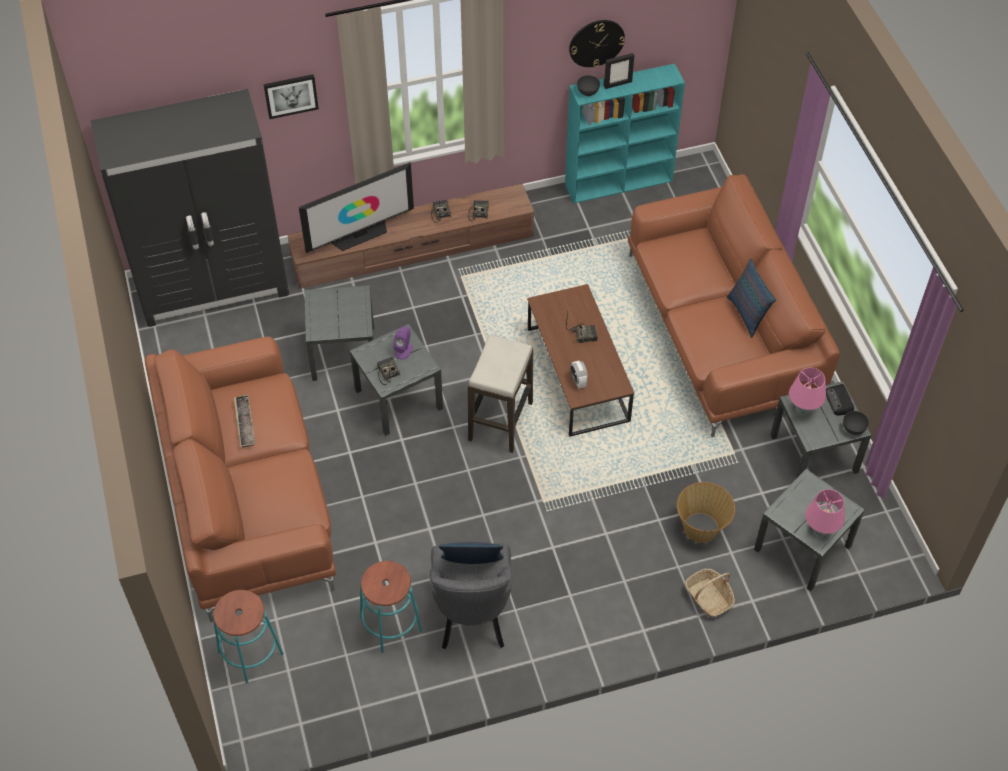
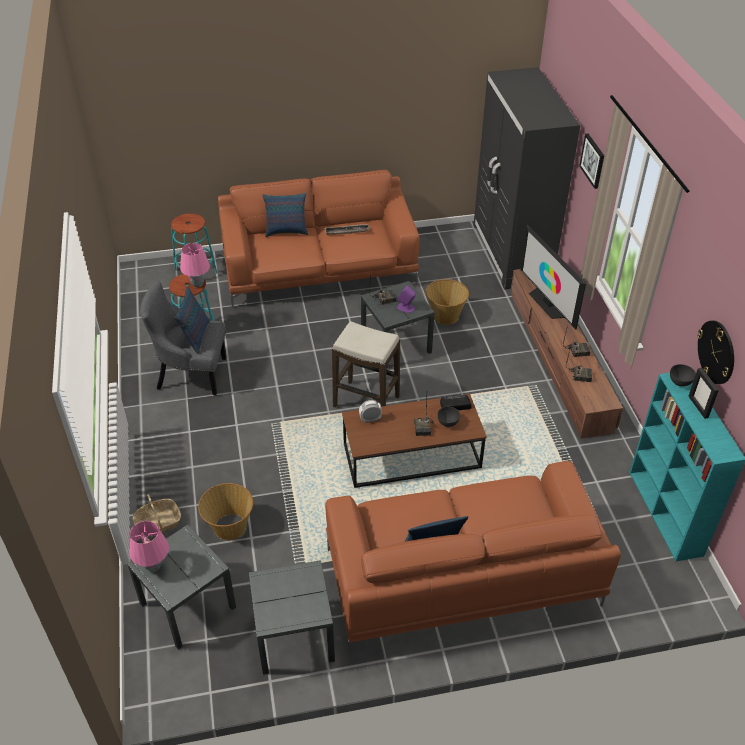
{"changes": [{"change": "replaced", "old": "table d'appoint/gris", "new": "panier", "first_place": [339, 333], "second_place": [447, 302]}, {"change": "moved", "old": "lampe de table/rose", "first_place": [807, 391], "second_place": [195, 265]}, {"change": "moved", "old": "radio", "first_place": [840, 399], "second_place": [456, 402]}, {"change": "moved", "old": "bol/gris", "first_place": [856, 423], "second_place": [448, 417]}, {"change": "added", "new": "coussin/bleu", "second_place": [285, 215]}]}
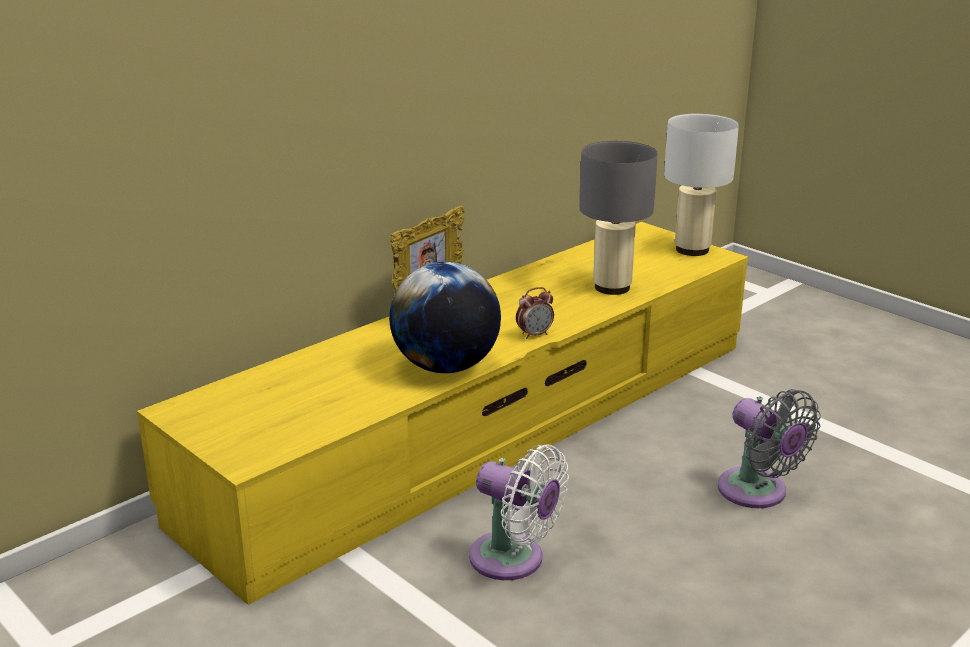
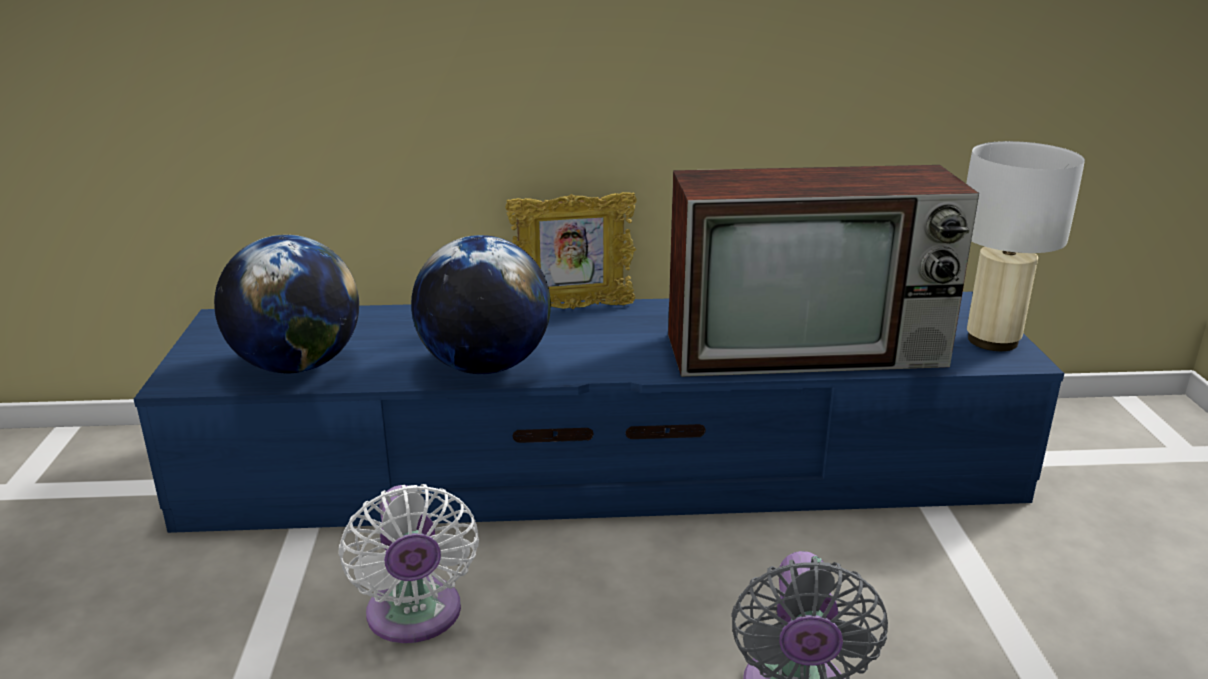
{"changes": [{"change": "replaced", "old": "lampe de table/gris", "new": "téléviseur", "first_place": [618, 218], "second_place": [823, 271]}, {"change": "recoloured", "old": "meuble télé/jaune", "new": "meuble télé/bleu", "first_place": [442, 413], "second_place": [599, 412]}, {"change": "removed", "old": "réveil", "first_place": [535, 313]}, {"change": "added", "new": "globe", "second_place": [286, 304]}]}
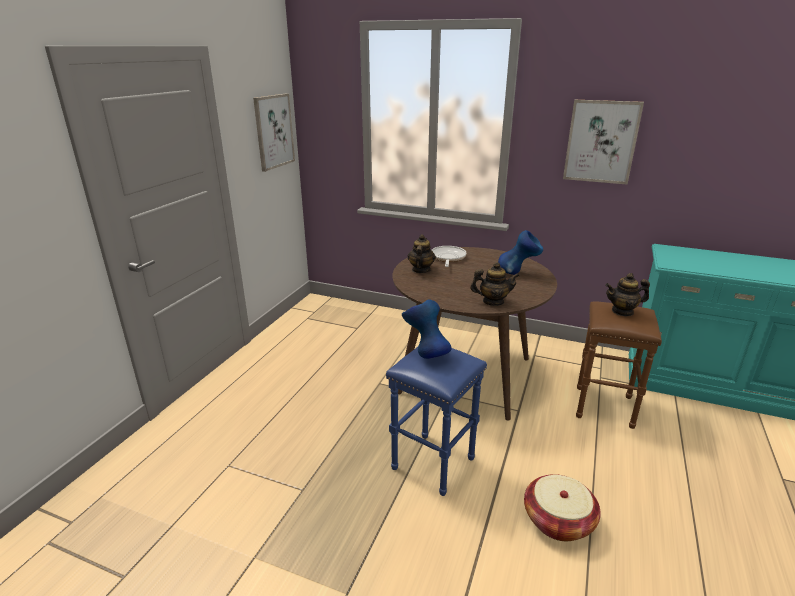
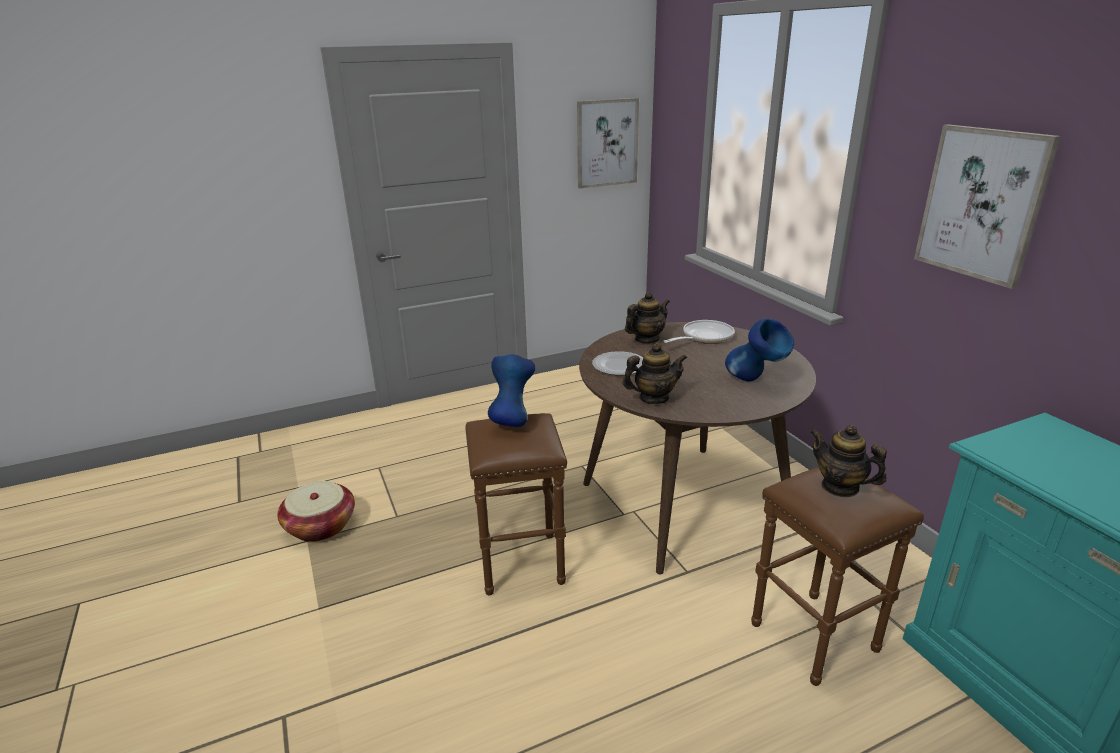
{"changes": [{"change": "turned", "old": "théière", "first_place": [495, 284], "second_place": [655, 373], "degrees": -60}, {"change": "recoloured", "old": "tabouret/bleu", "new": "tabouret/marron", "first_place": [436, 421], "second_place": [516, 504]}, {"change": "moved", "old": "panier", "first_place": [562, 507], "second_place": [316, 511]}, {"change": "added", "new": "assiette", "second_place": [617, 363]}]}
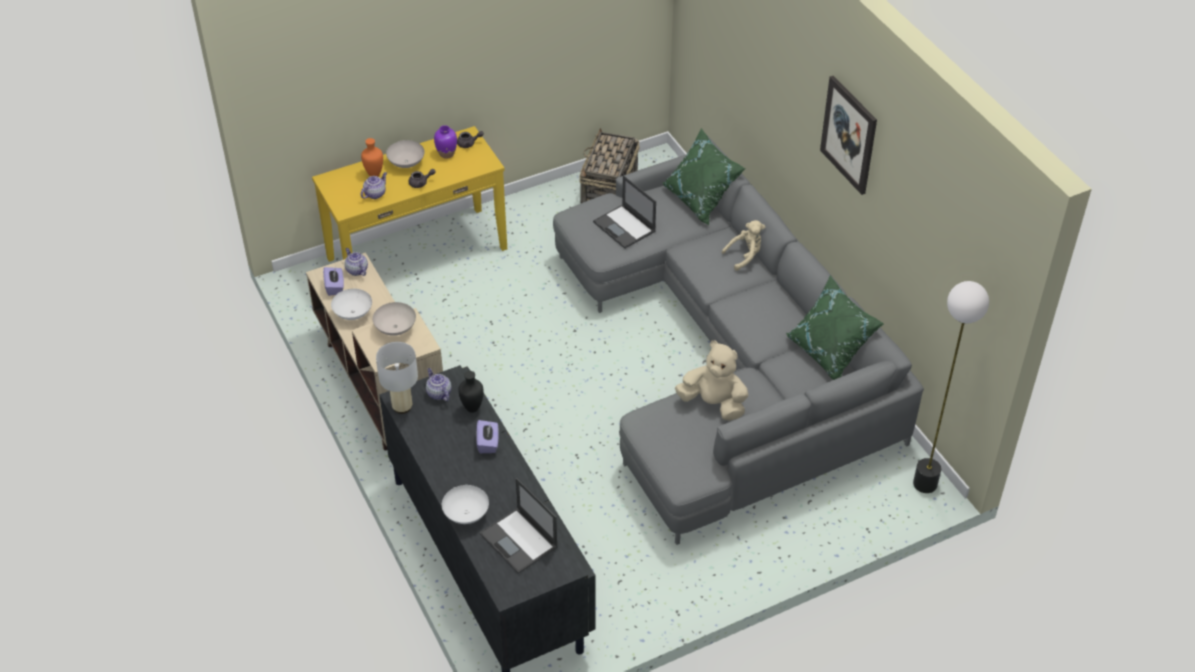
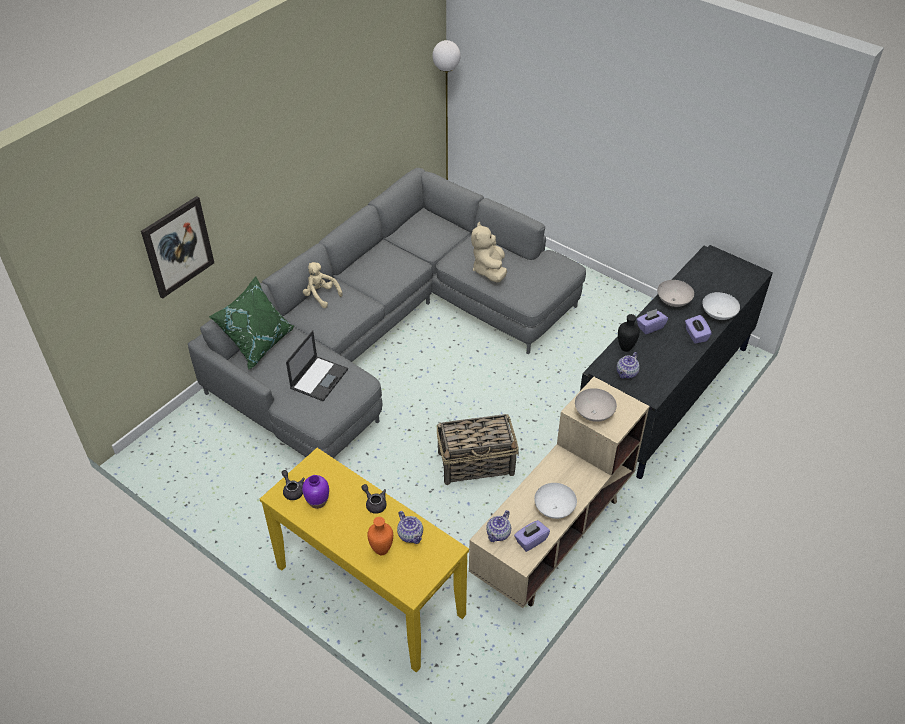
{"changes": [{"change": "moved", "old": "tableau", "first_place": [848, 135], "second_place": [177, 247]}, {"change": "moved", "old": "panier", "first_place": [609, 165], "second_place": [478, 449]}, {"change": "moved", "old": "bol/blanc", "first_place": [405, 154], "second_place": [675, 293]}, {"change": "turned", "old": "théière", "first_place": [374, 185], "second_place": [410, 527], "degrees": -135}, {"change": "removed", "old": "coussin/vert", "first_place": [835, 327]}, {"change": "removed", "old": "lampe de table/blanc", "first_place": [397, 378]}, {"change": "removed", "old": "ordinateur portable", "first_place": [519, 526]}, {"change": "added", "new": "boîte à mouchoirs/violet", "second_place": [698, 329]}]}
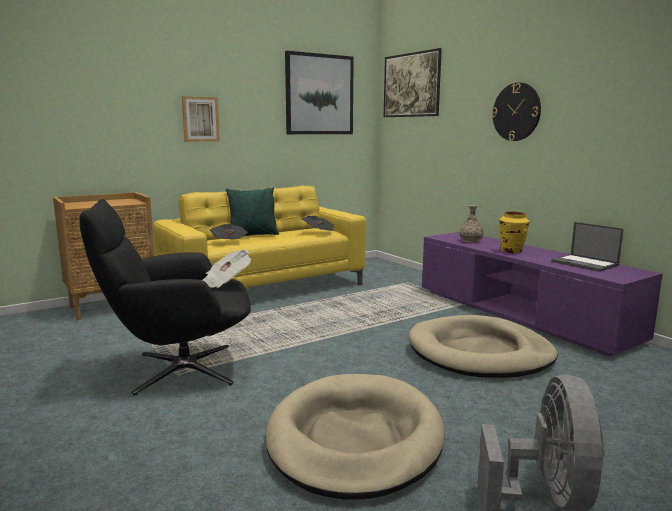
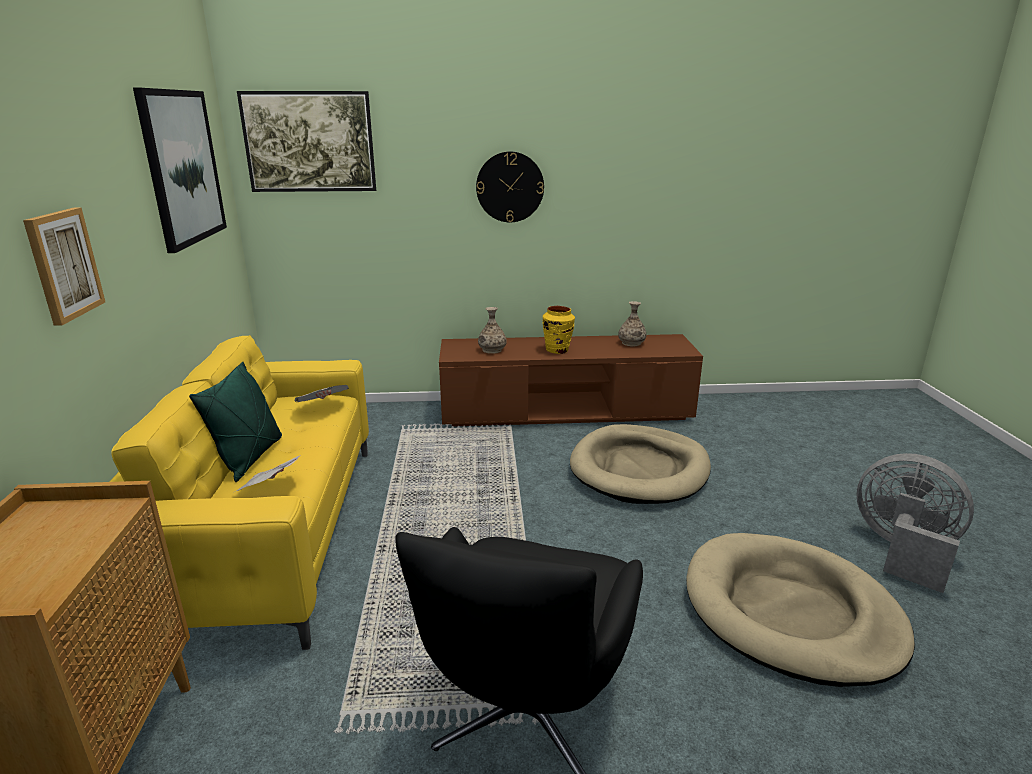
{"changes": [{"change": "replaced", "old": "ordinateur portable", "new": "vase", "first_place": [587, 247], "second_place": [632, 323]}, {"change": "recoloured", "old": "meuble télé/violet", "new": "meuble télé/marron", "first_place": [542, 294], "second_place": [571, 380]}, {"change": "removed", "old": "journal", "first_place": [227, 269]}]}
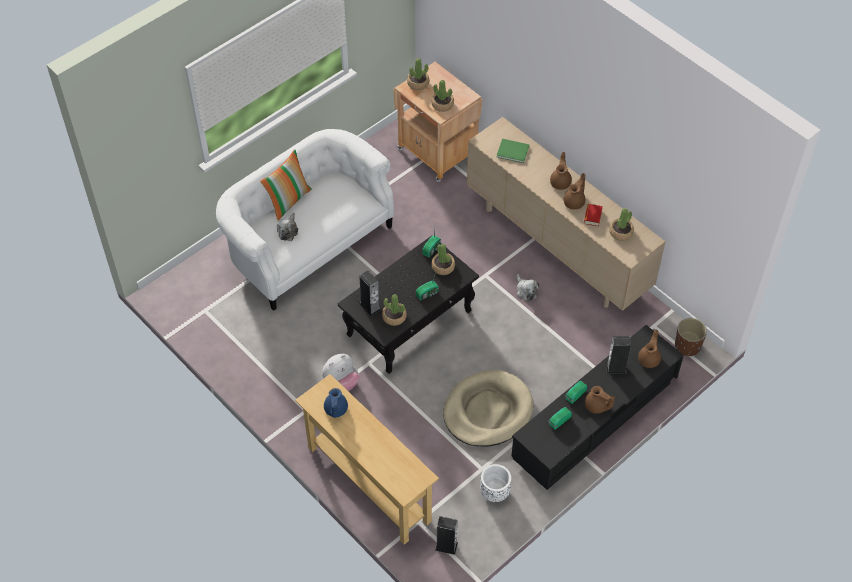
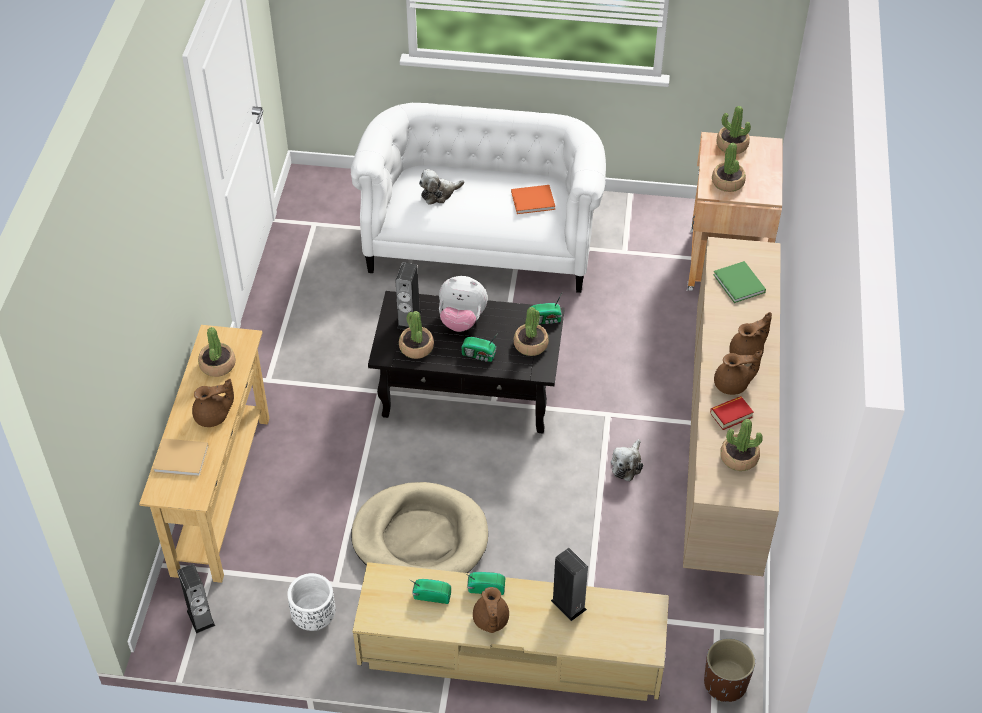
{"changes": [{"change": "removed", "old": "coussin", "first_place": [286, 185]}, {"change": "recoloured", "old": "meuble télé/noir", "new": "meuble télé/beige", "first_place": [597, 407], "second_place": [510, 631]}, {"change": "moved", "old": "théière/marron", "first_place": [649, 348], "second_place": [213, 403]}, {"change": "moved", "old": "peluche", "first_place": [341, 372], "second_place": [463, 304]}, {"change": "replaced", "old": "théière/bleu", "new": "plante en pot", "first_place": [336, 403], "second_place": [217, 352]}, {"change": "added", "new": "livre/orange", "second_place": [533, 199]}, {"change": "added", "new": "livre/beige", "second_place": [181, 457]}]}
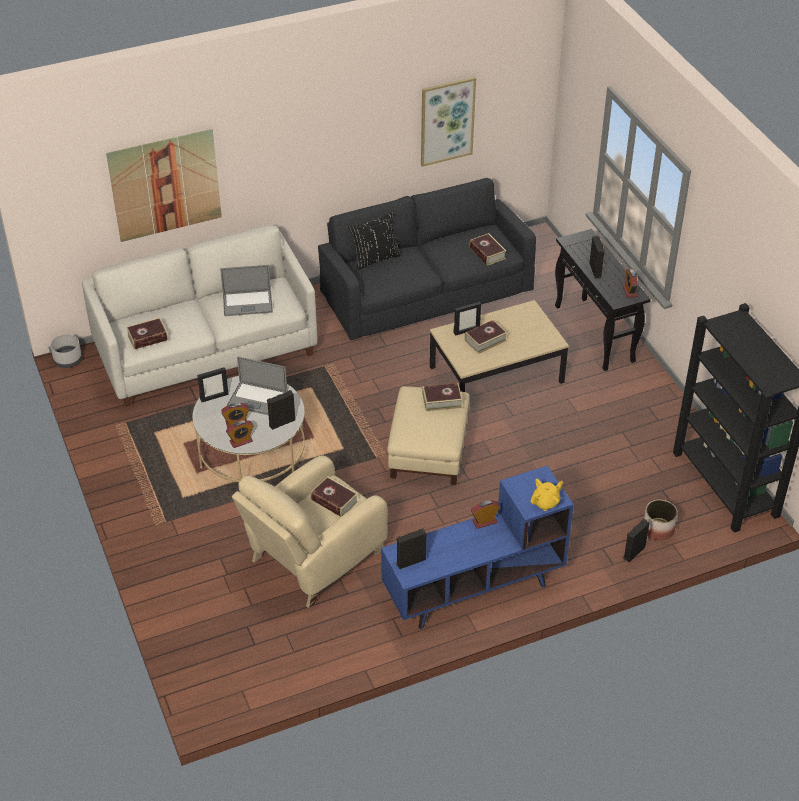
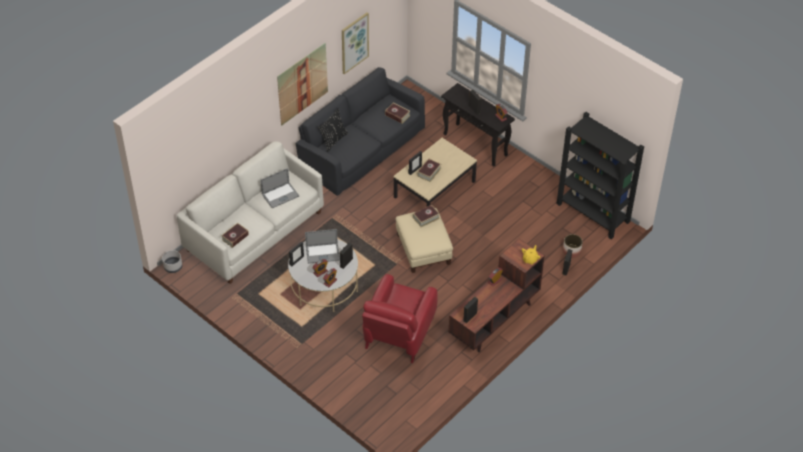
{"changes": [{"change": "moved", "old": "tableau", "first_place": [164, 185], "second_place": [302, 84]}, {"change": "recoloured", "old": "fauteuil/beige", "new": "fauteuil/rouge", "first_place": [310, 531], "second_place": [400, 318]}, {"change": "recoloured", "old": "meuble télé/bleu", "new": "meuble télé/marron", "first_place": [477, 547], "second_place": [497, 295]}, {"change": "removed", "old": "livre", "first_place": [334, 496]}]}
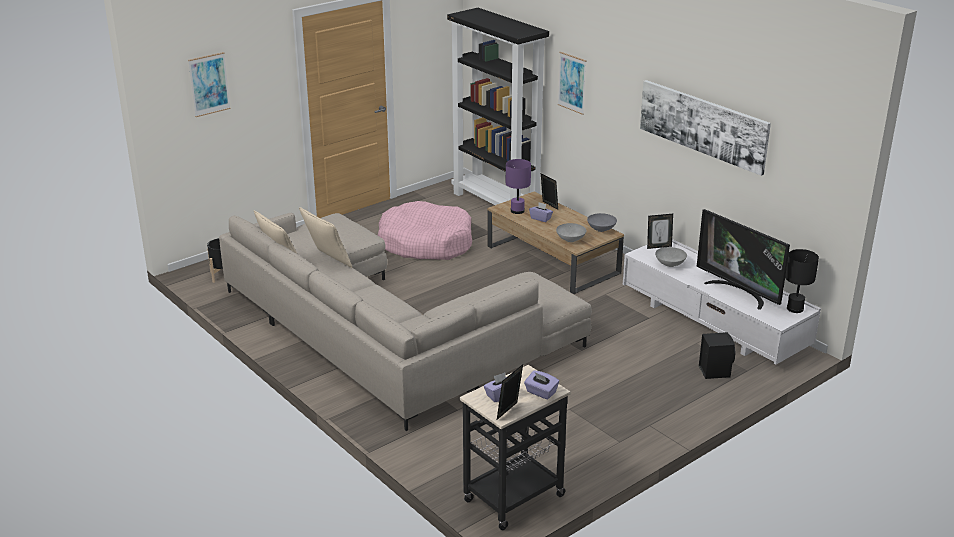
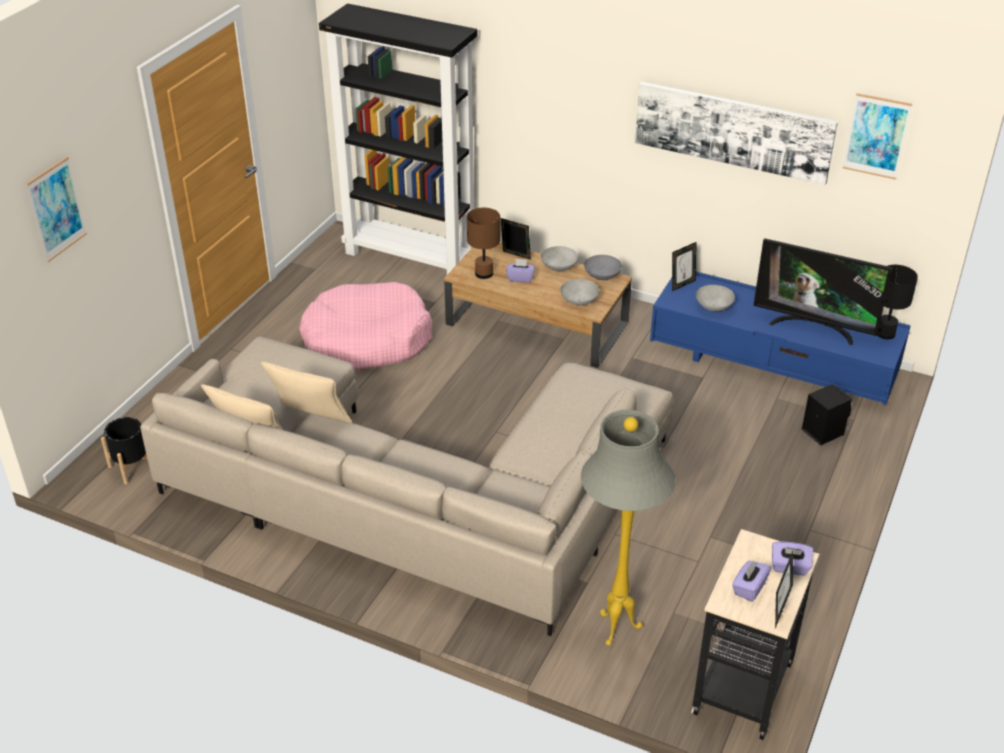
{"changes": [{"change": "moved", "old": "tableau", "first_place": [572, 83], "second_place": [877, 136]}, {"change": "recoloured", "old": "lampe de table/violet", "new": "lampe de table/marron", "first_place": [518, 186], "second_place": [483, 243]}, {"change": "recoloured", "old": "meuble télé/blanc", "new": "meuble télé/bleu", "first_place": [722, 301], "second_place": [780, 339]}, {"change": "added", "new": "bol/gris", "second_place": [559, 258]}, {"change": "added", "new": "lampadaire/gris", "second_place": [628, 528]}]}
